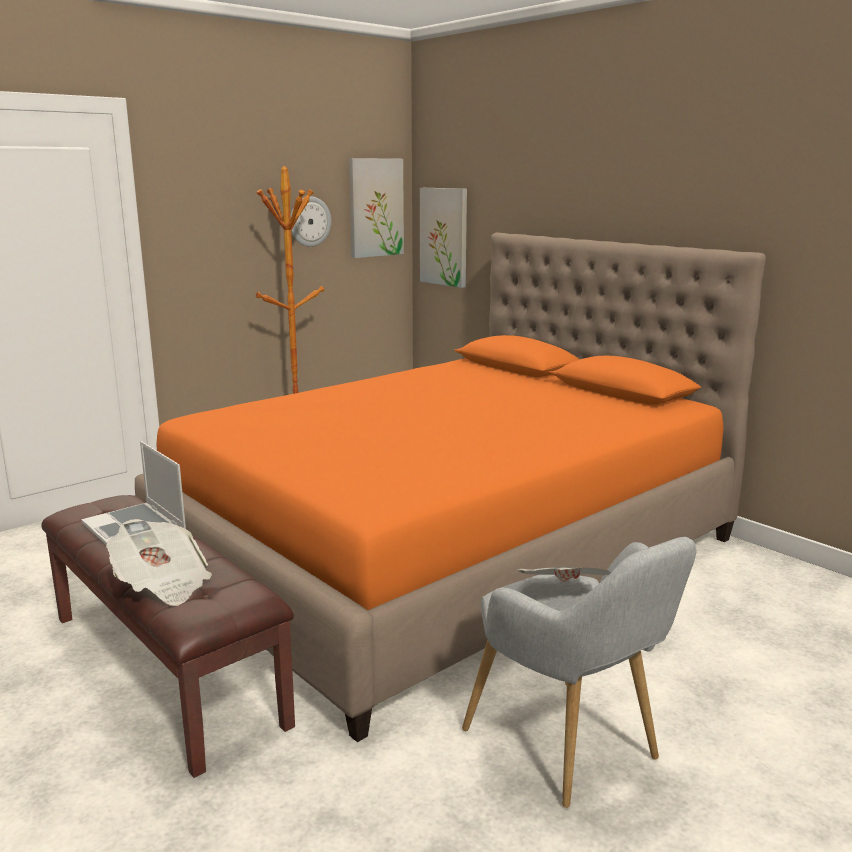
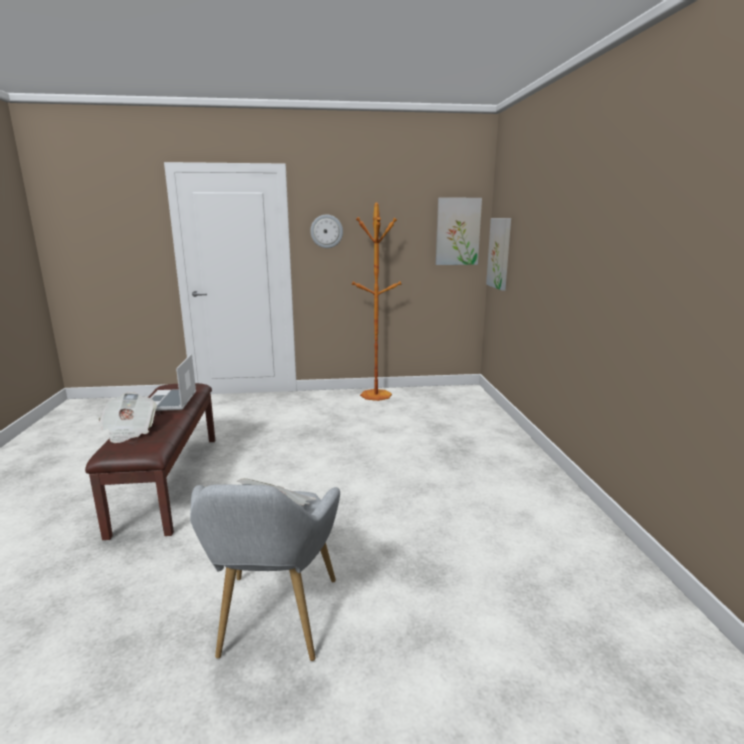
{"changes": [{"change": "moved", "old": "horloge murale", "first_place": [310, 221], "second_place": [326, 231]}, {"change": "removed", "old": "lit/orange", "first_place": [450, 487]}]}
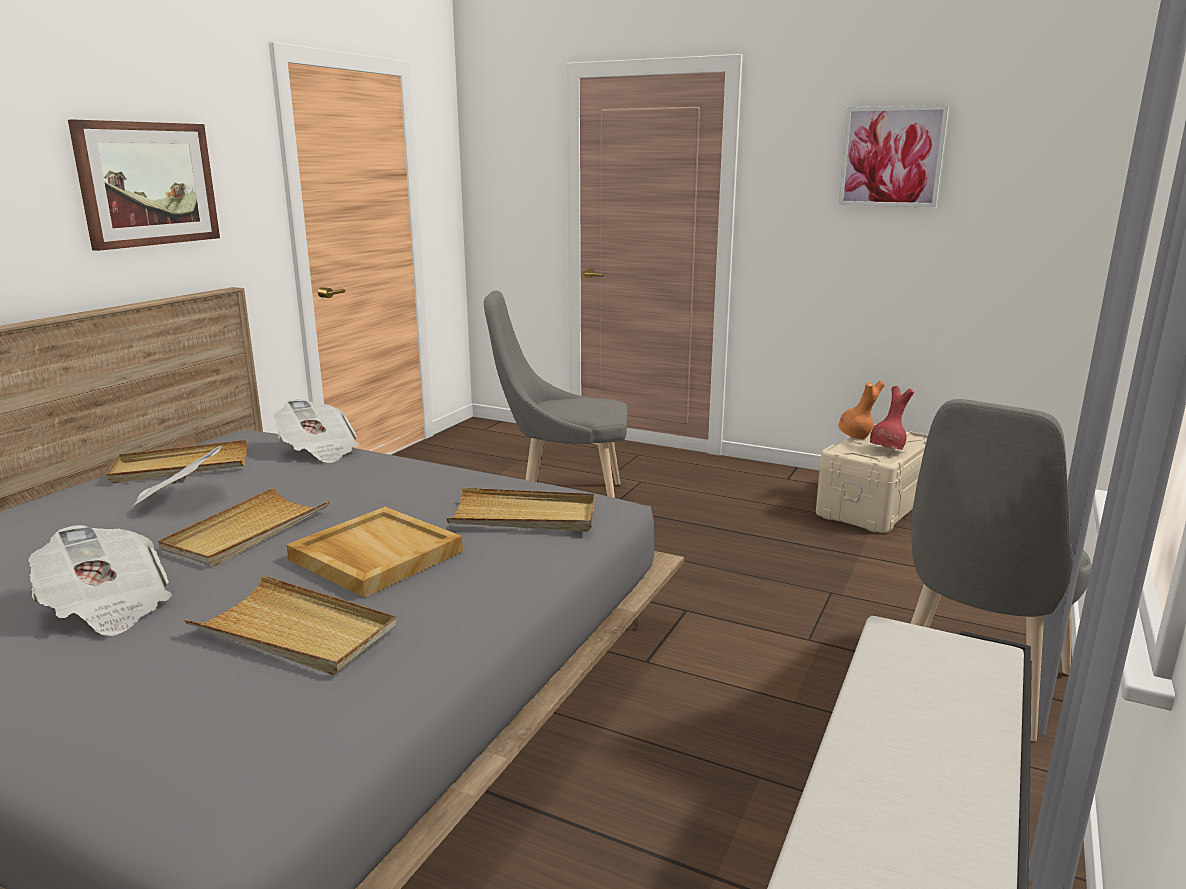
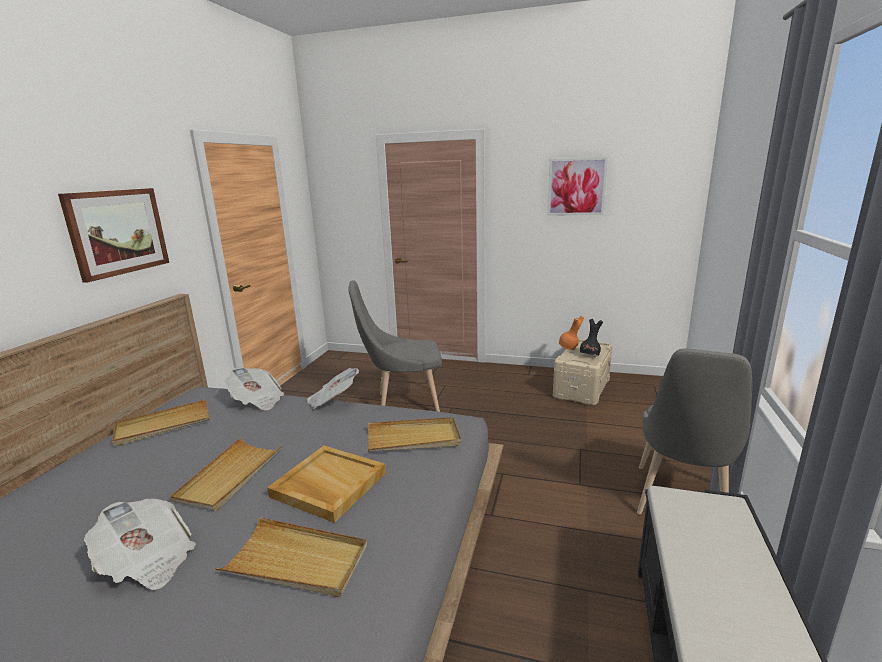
{"changes": [{"change": "recoloured", "old": "vase/rouge", "new": "vase/noir", "first_place": [892, 418], "second_place": [591, 337]}, {"change": "moved", "old": "journal", "first_place": [177, 476], "second_place": [333, 388]}]}
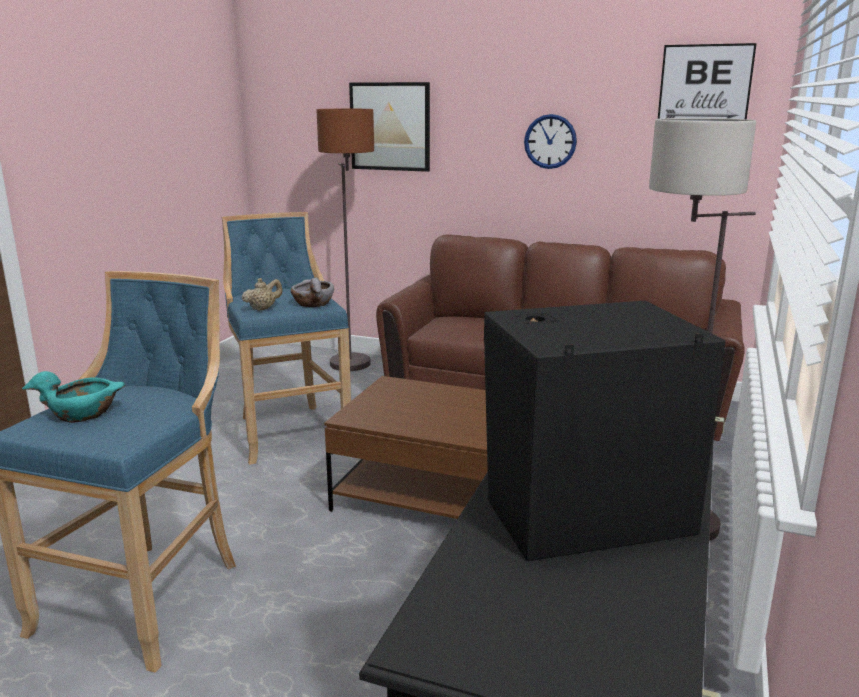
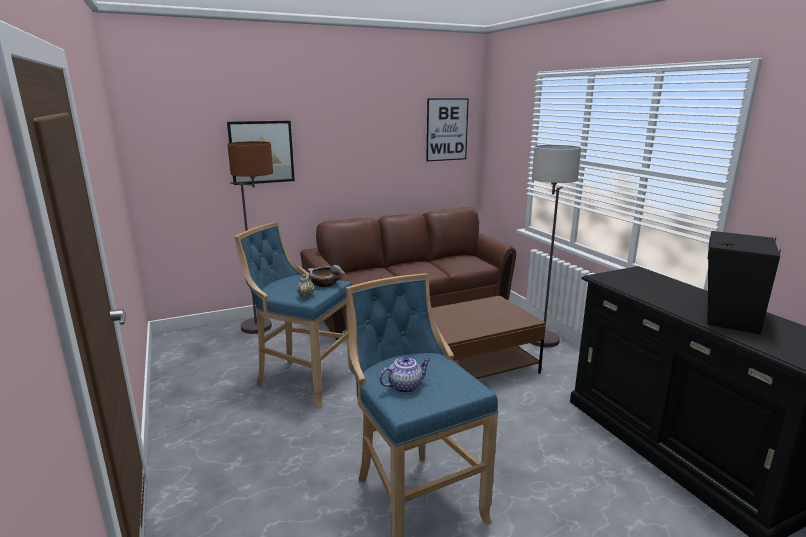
{"changes": [{"change": "removed", "old": "horloge murale", "first_place": [550, 141]}, {"change": "replaced", "old": "bol/turquoise", "new": "théière", "first_place": [73, 397], "second_place": [405, 375]}]}
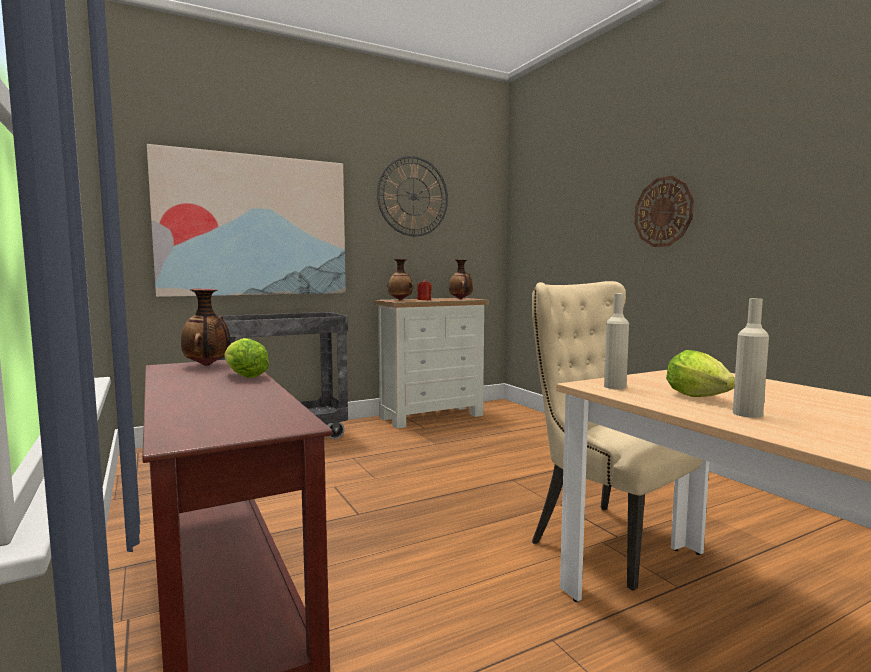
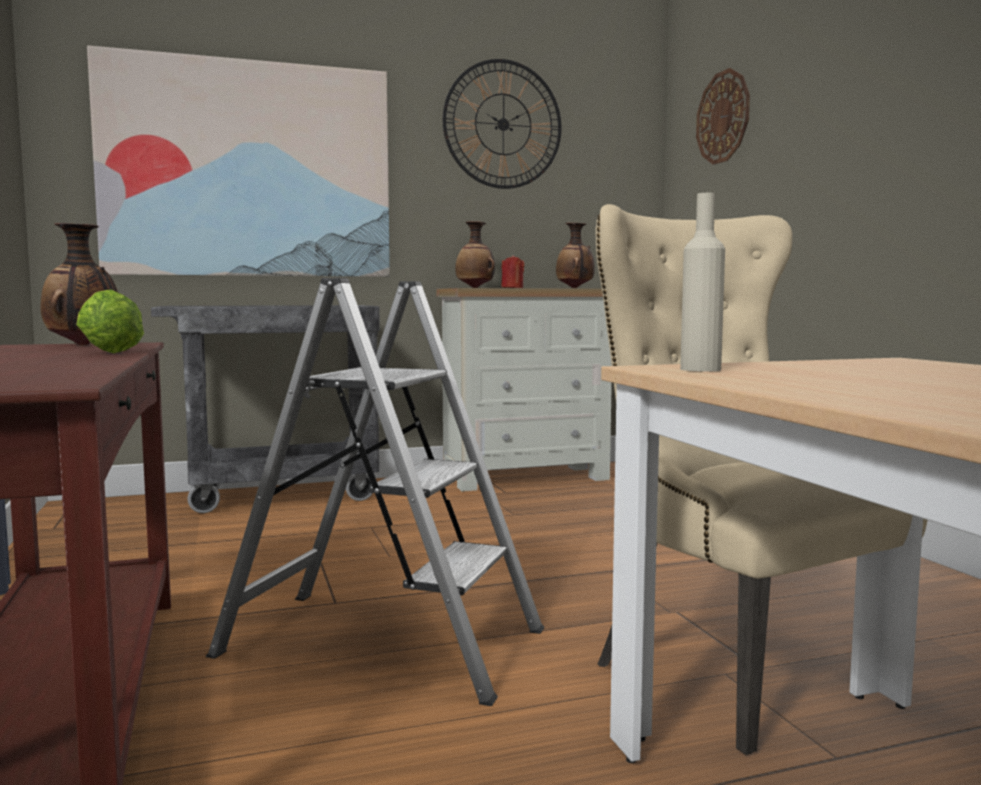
{"changes": [{"change": "moved", "old": "horloge murale", "first_place": [664, 211], "second_place": [723, 116]}, {"change": "removed", "old": "bouteille/beige", "first_place": [751, 358]}, {"change": "removed", "old": "laitue", "first_place": [700, 373]}, {"change": "added", "new": "escabeau/gris", "second_place": [375, 492]}]}
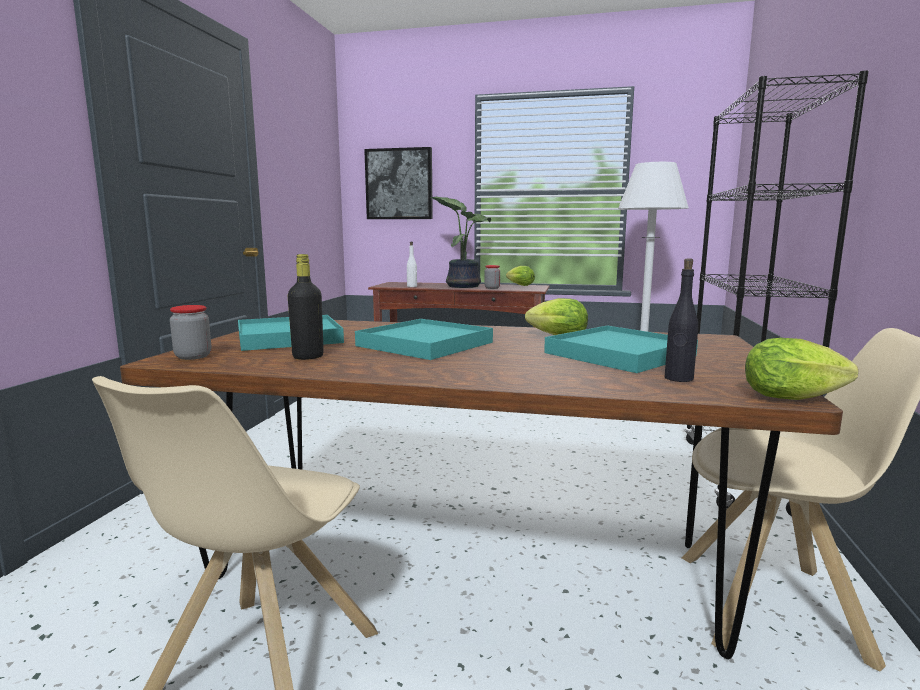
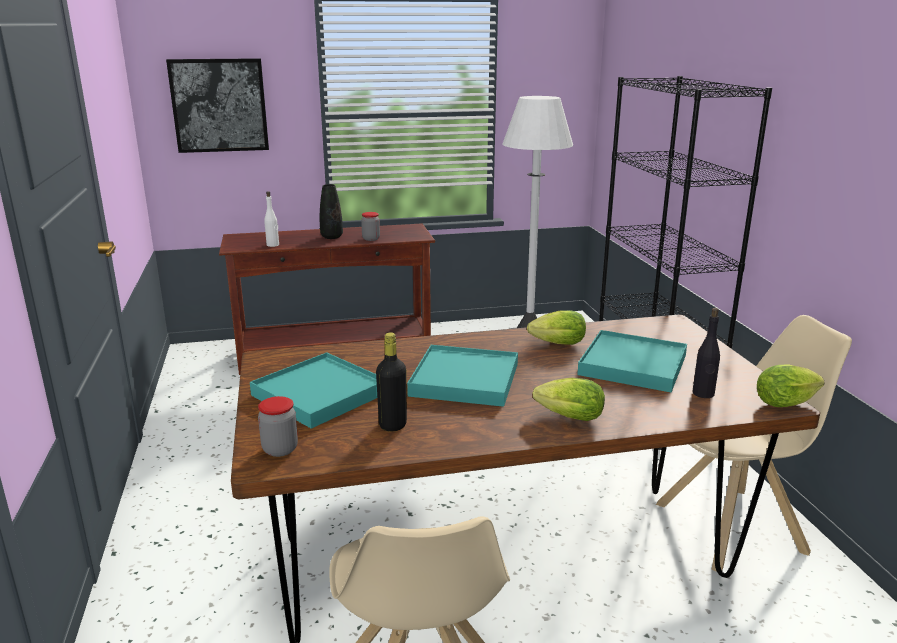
{"changes": [{"change": "replaced", "old": "plante en pot", "new": "vase/noir", "first_place": [460, 242], "second_place": [331, 211]}, {"change": "moved", "old": "laitue", "first_place": [520, 276], "second_place": [569, 399]}]}
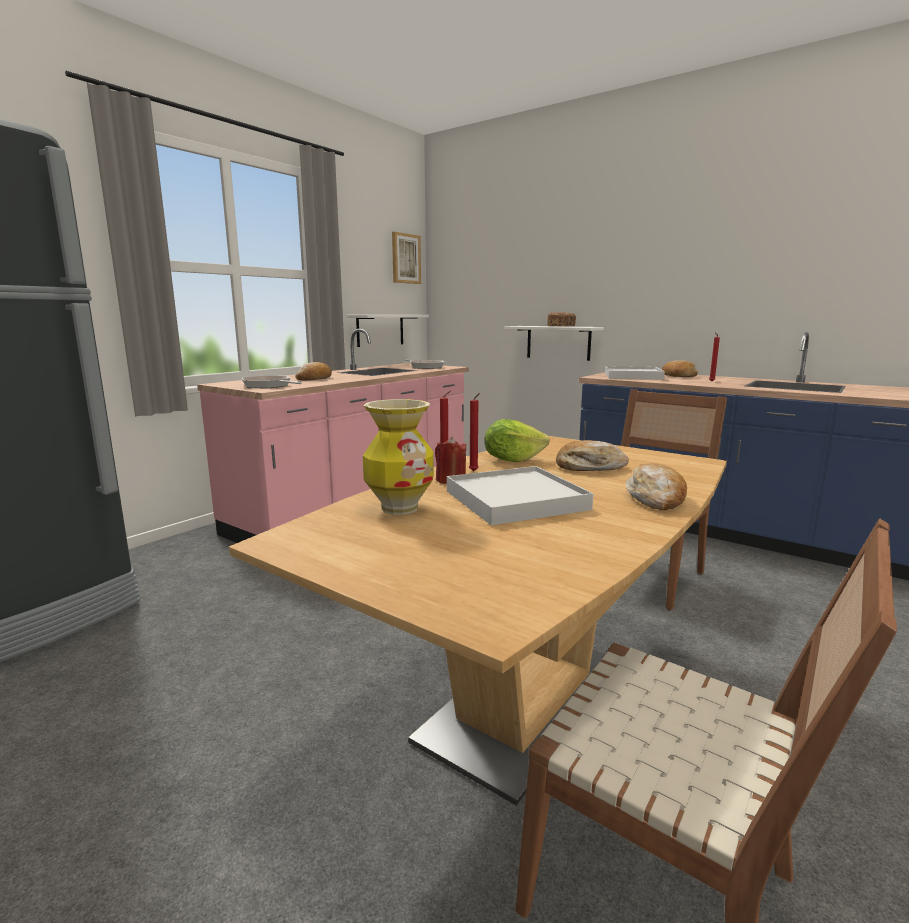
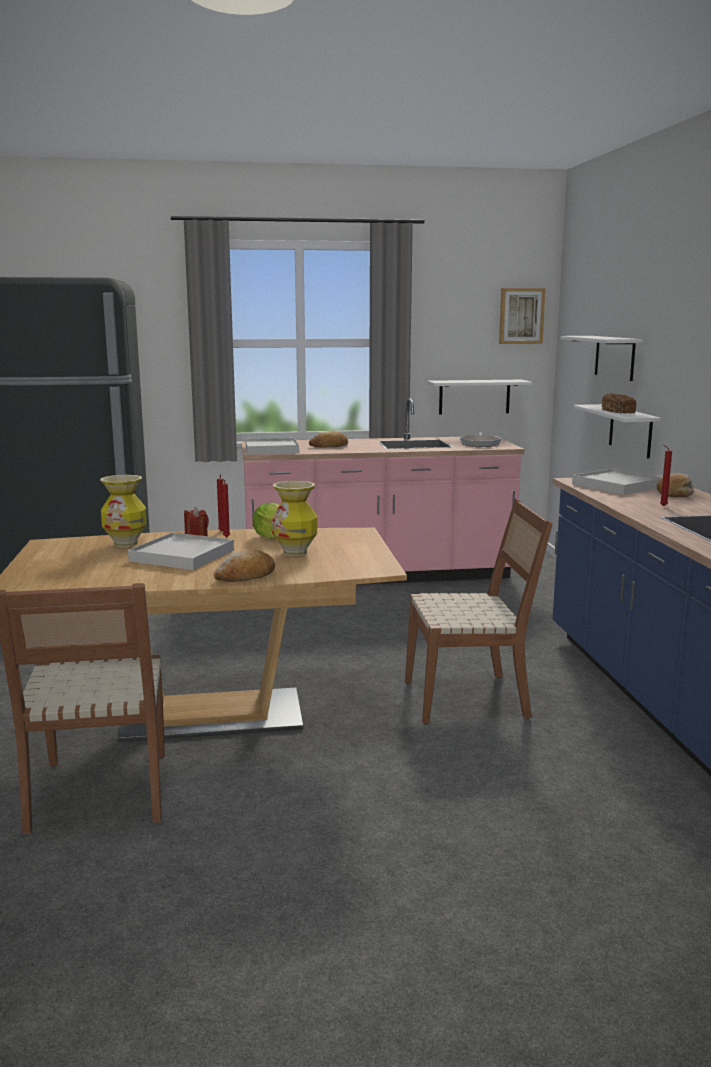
{"changes": [{"change": "replaced", "old": "poêle", "new": "plateau/blanc", "first_place": [271, 381], "second_place": [272, 446]}, {"change": "replaced", "old": "pain", "new": "vase", "first_place": [592, 455], "second_place": [294, 518]}, {"change": "added", "new": "étagère/blanc", "second_place": [602, 358]}]}
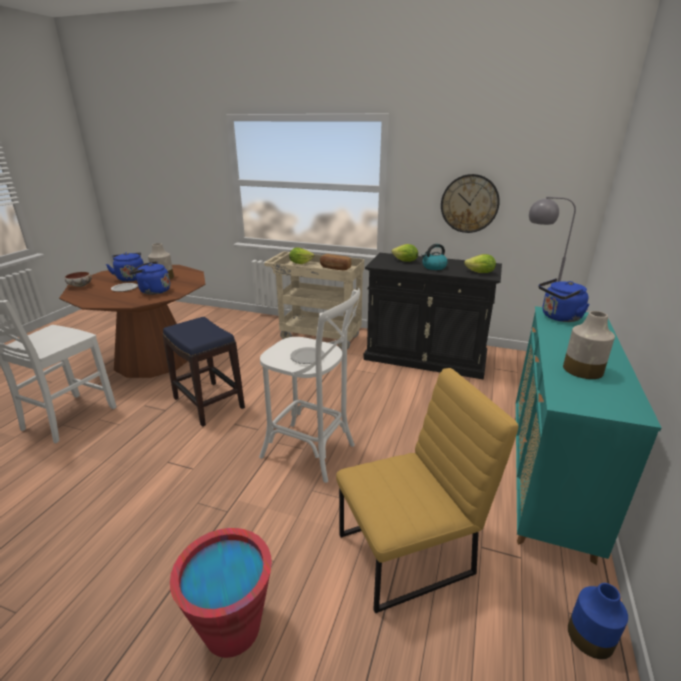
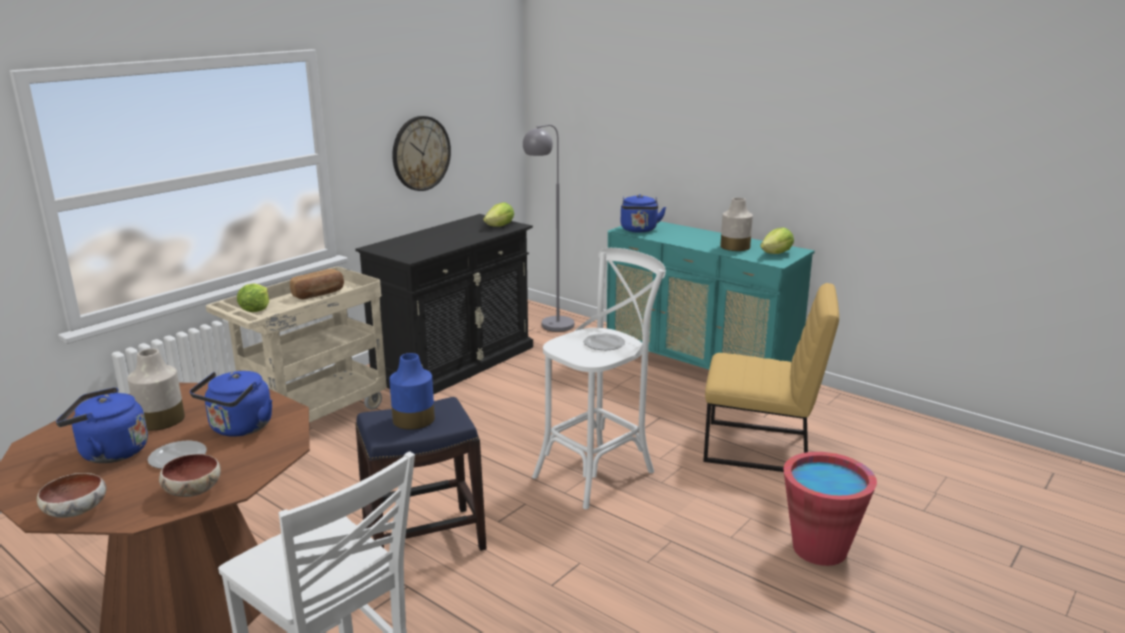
{"changes": [{"change": "moved", "old": "laitue", "first_place": [404, 253], "second_place": [777, 241]}, {"change": "removed", "old": "bouilloire", "first_place": [435, 257]}, {"change": "turned", "old": "chaise/jaune", "first_place": [427, 490], "second_place": [771, 377], "degrees": 105}, {"change": "moved", "old": "vase/bleu", "first_place": [598, 621], "second_place": [412, 391]}, {"change": "added", "new": "bol", "second_place": [190, 475]}]}
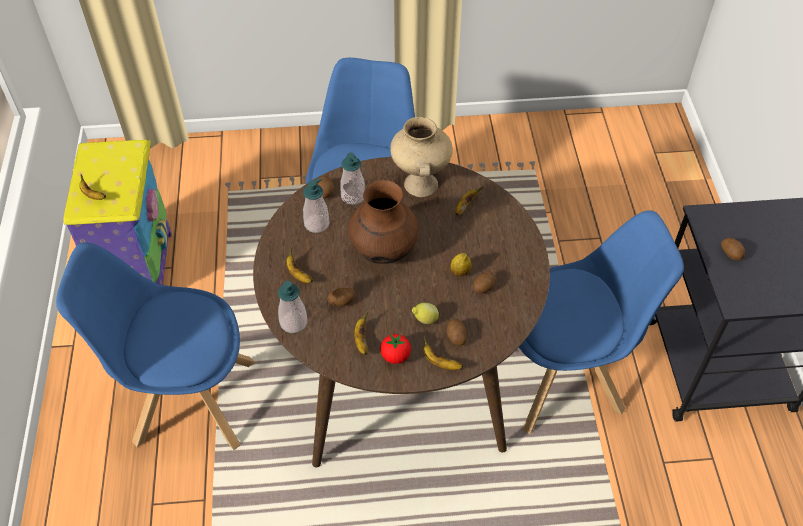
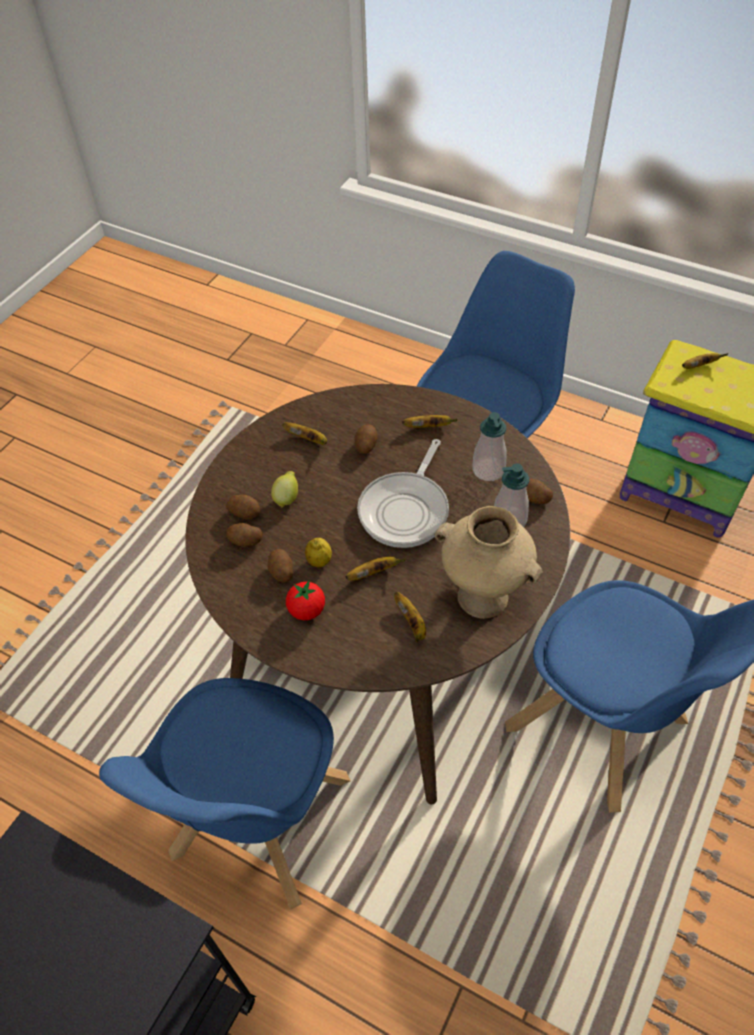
{"changes": [{"change": "replaced", "old": "vase/marron", "new": "poêle", "first_place": [383, 222], "second_place": [403, 493]}, {"change": "moved", "old": "pomme de terre", "first_place": [733, 249], "second_place": [244, 535]}, {"change": "removed", "old": "distributeur de savon", "first_place": [292, 307]}, {"change": "moved", "old": "tomate", "first_place": [396, 349], "second_place": [305, 600]}, {"change": "moved", "old": "banane", "first_place": [443, 353], "second_place": [375, 568]}]}
